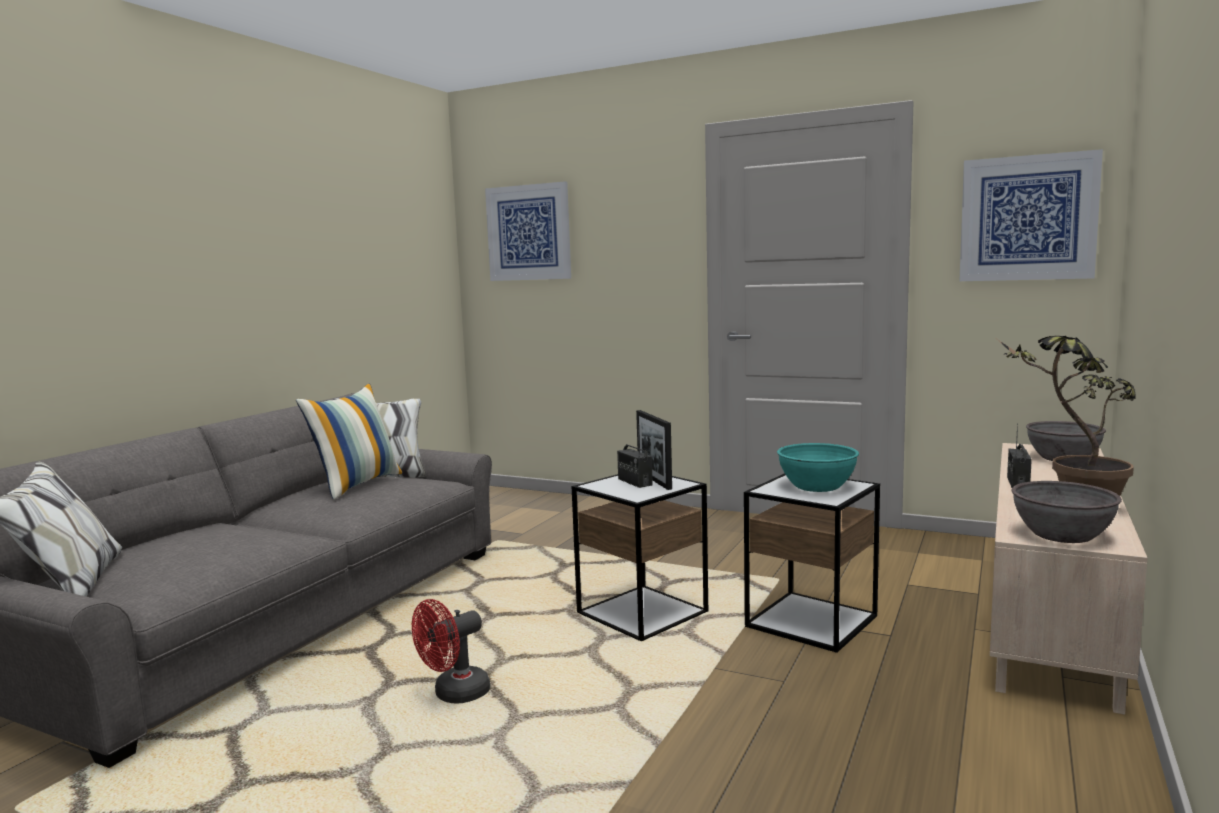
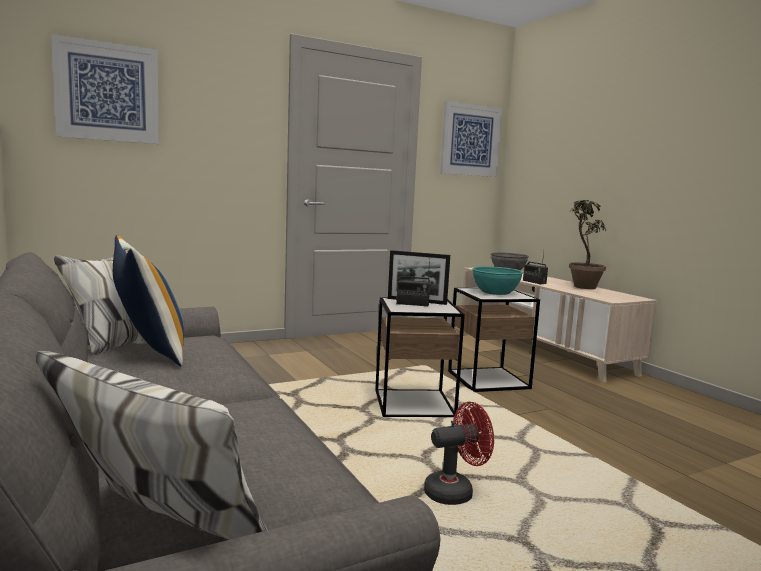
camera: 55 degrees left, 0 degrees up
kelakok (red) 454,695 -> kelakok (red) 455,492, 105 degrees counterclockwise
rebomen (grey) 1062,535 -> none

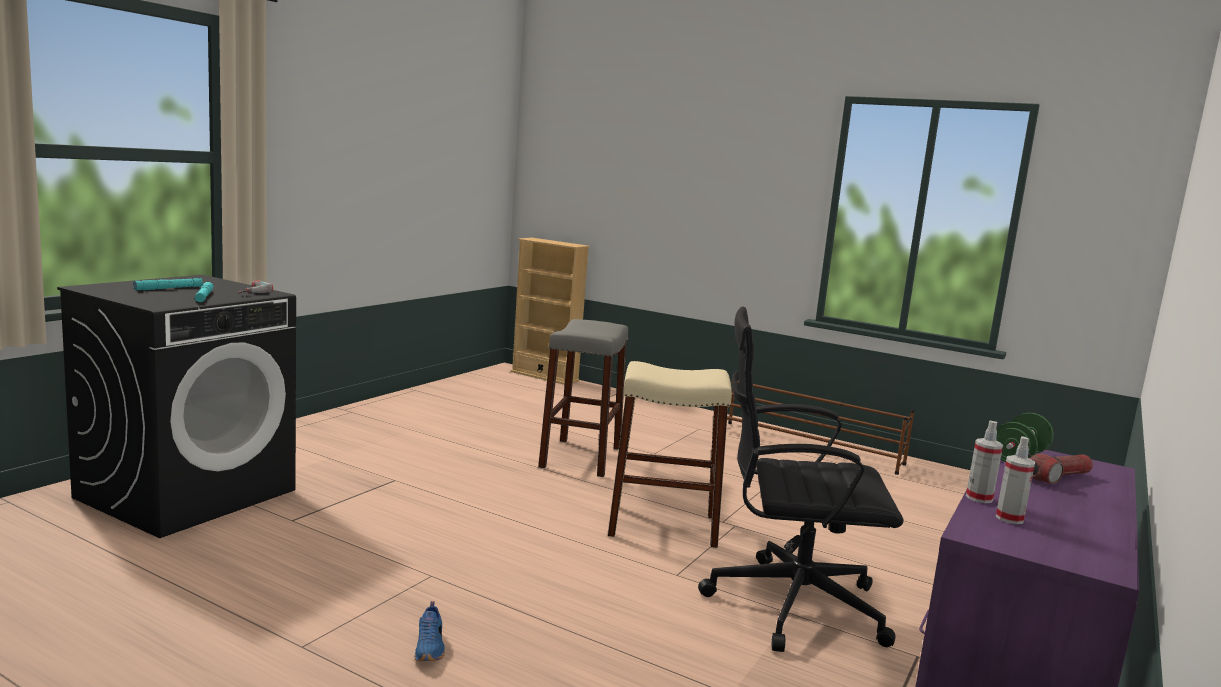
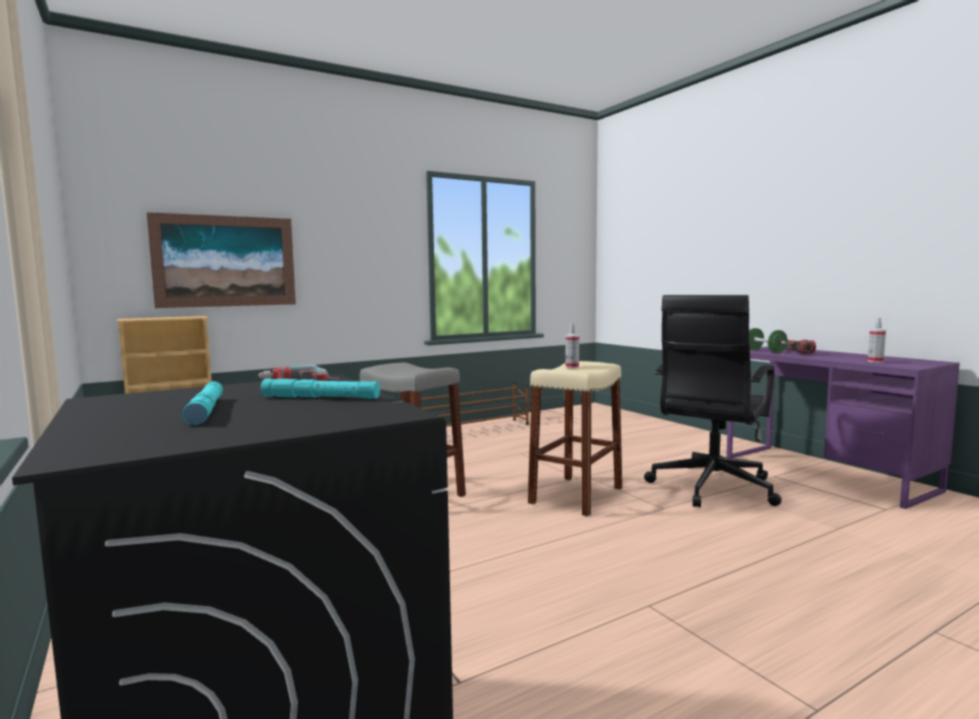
camera: 60 degrees left, 5 degrees down
none -> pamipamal 225,261
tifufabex 979,498 -> tifufabex 572,367, relocated
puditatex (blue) 430,648 -> none

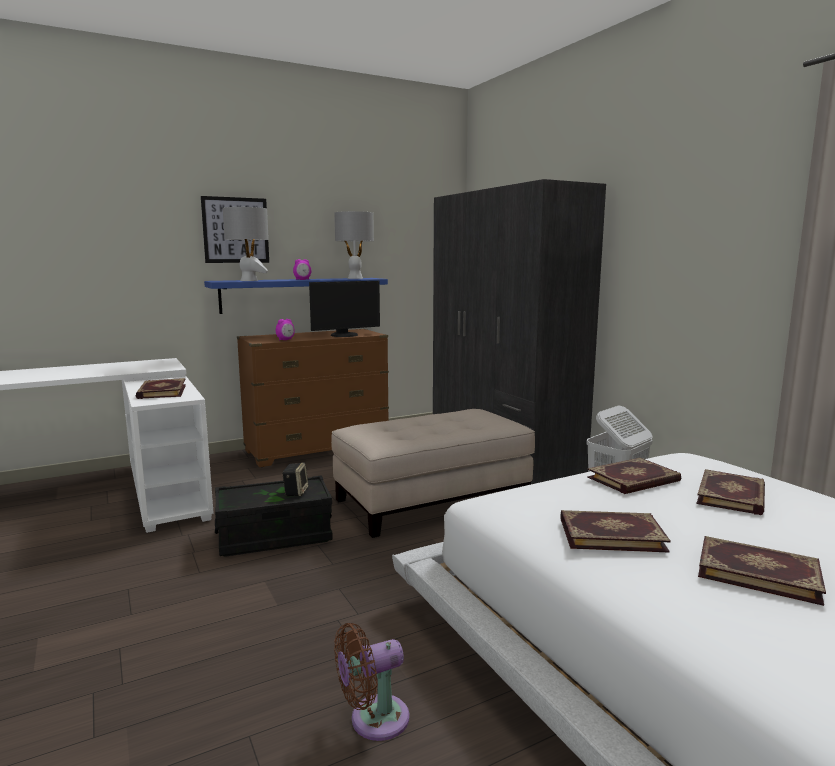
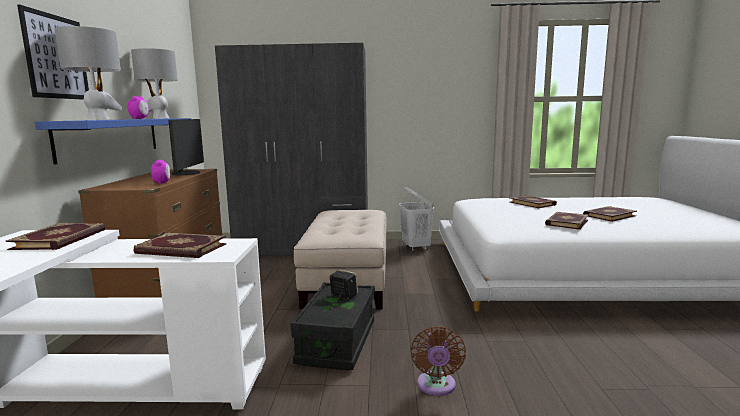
camera: 60 degrees left, 0 degrees up
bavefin 634,480 -> bavefin 61,239, relocated
kelakok (brown) 373,720 -> kelakok (brown) 436,386, relocated

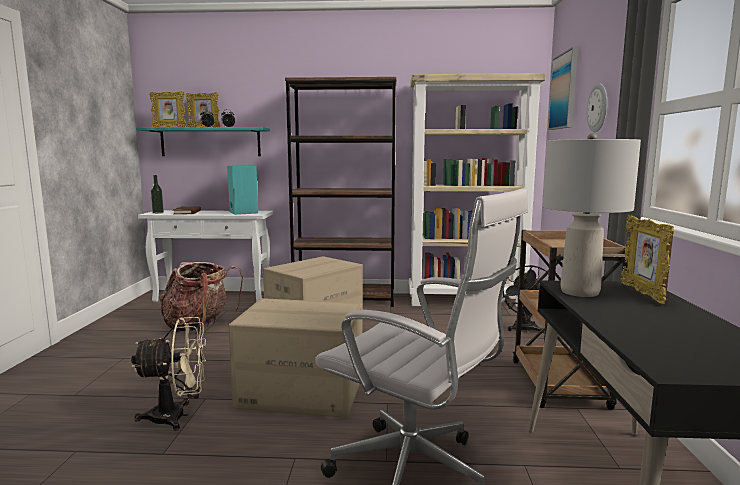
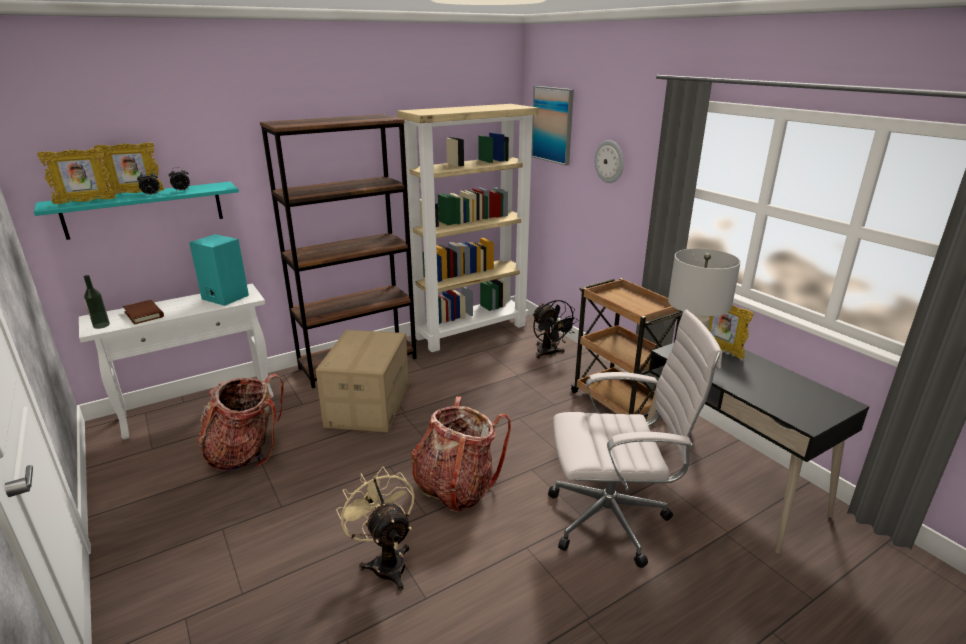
camera: 35 degrees left, 15 degrees up
kelakok (beige) 177,416 -> kelakok (beige) 386,561, 75 degrees counterclockwise
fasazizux 302,391 -> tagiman 456,487

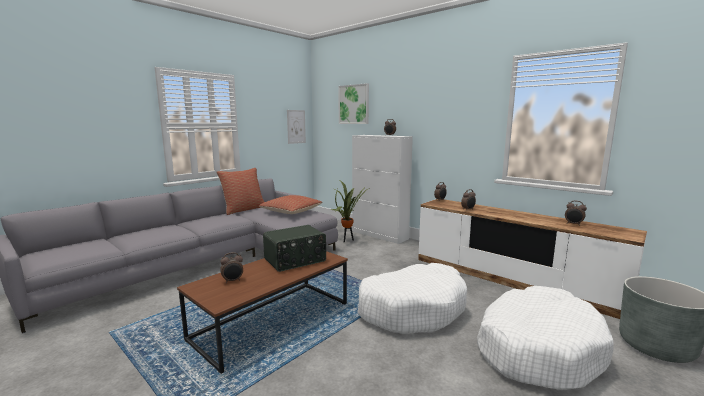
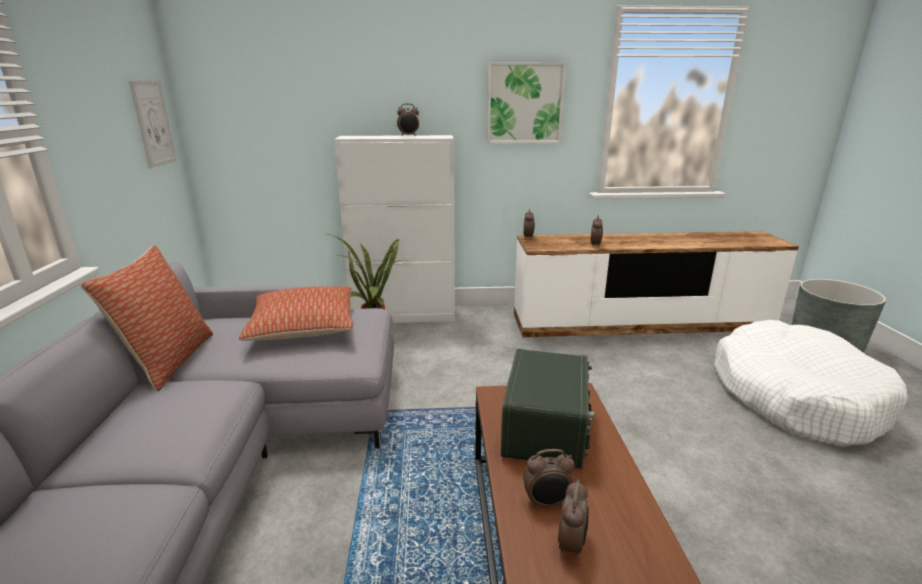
camera: 45 degrees left, 10 degrees up
pamipamal 354,104 -> pamipamal 524,103, relocated
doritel 573,224 -> doritel 547,503, relocated
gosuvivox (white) 412,309 -> none

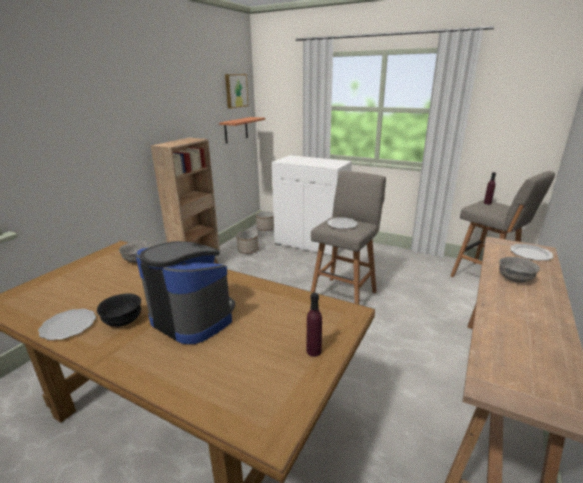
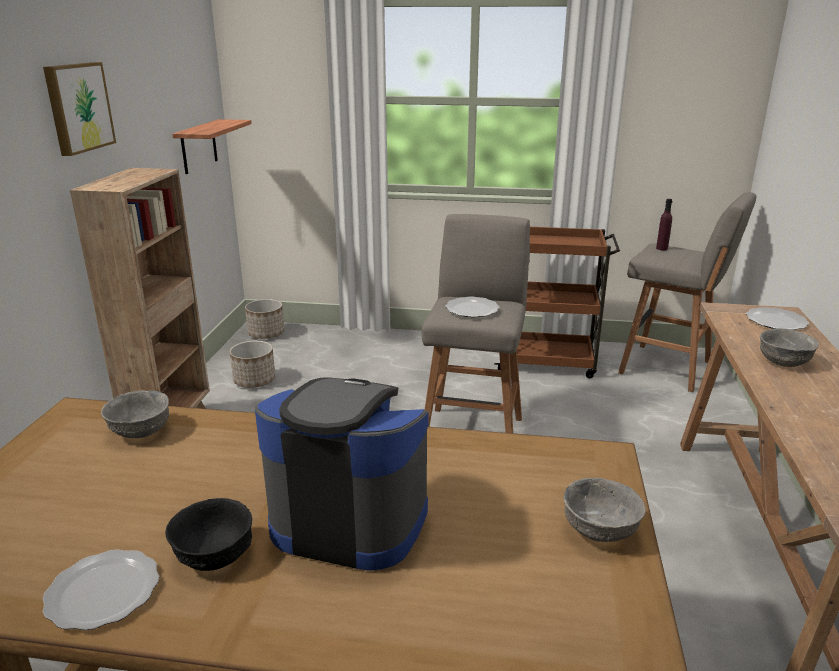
camera: 20 degrees left, 0 degrees up
pamipamal 235,90 -> pamipamal 77,107, relocated
none -> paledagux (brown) 548,362
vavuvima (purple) 313,351 -> rebomen (grey) 598,531
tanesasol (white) 311,243 -> none

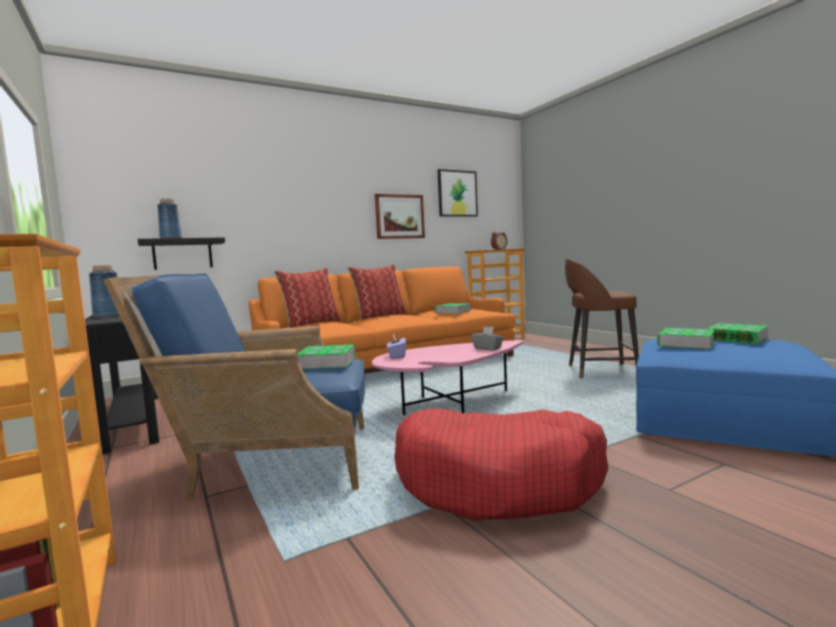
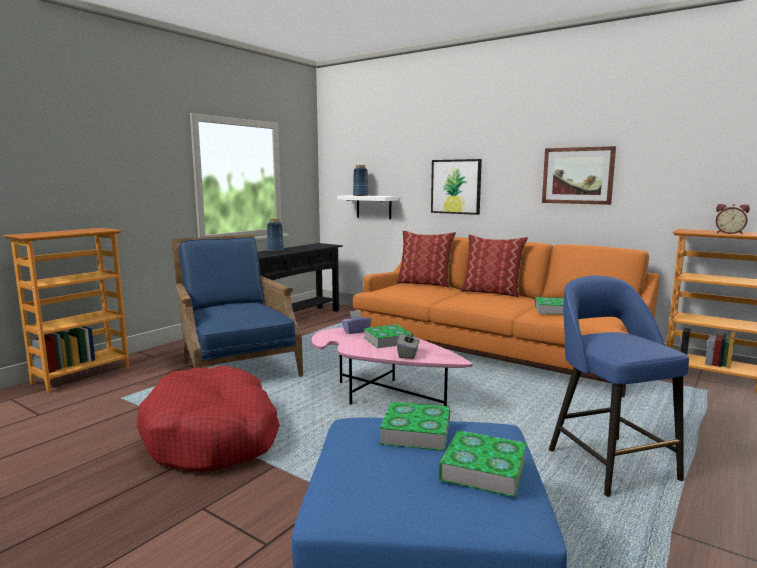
camera: 65 degrees right, 5 degrees up
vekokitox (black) 182,254 -> vekokitox (white) 374,207
bavefin 327,362 -> bavefin 388,340, relocated
pamipamal 457,193 -> pamipamal 456,186, relocated
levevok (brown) 599,371 -> levevok (blue) 609,463

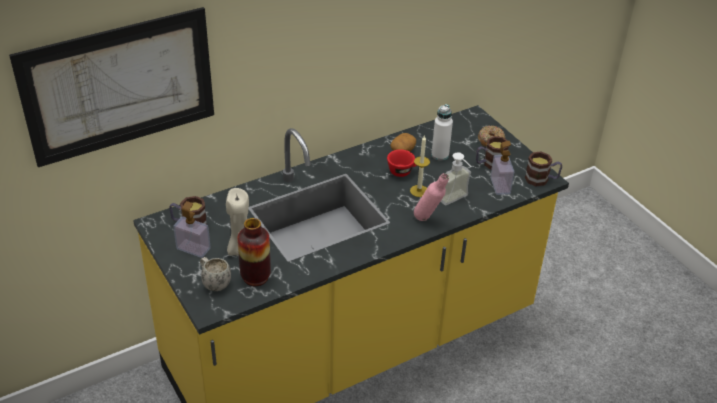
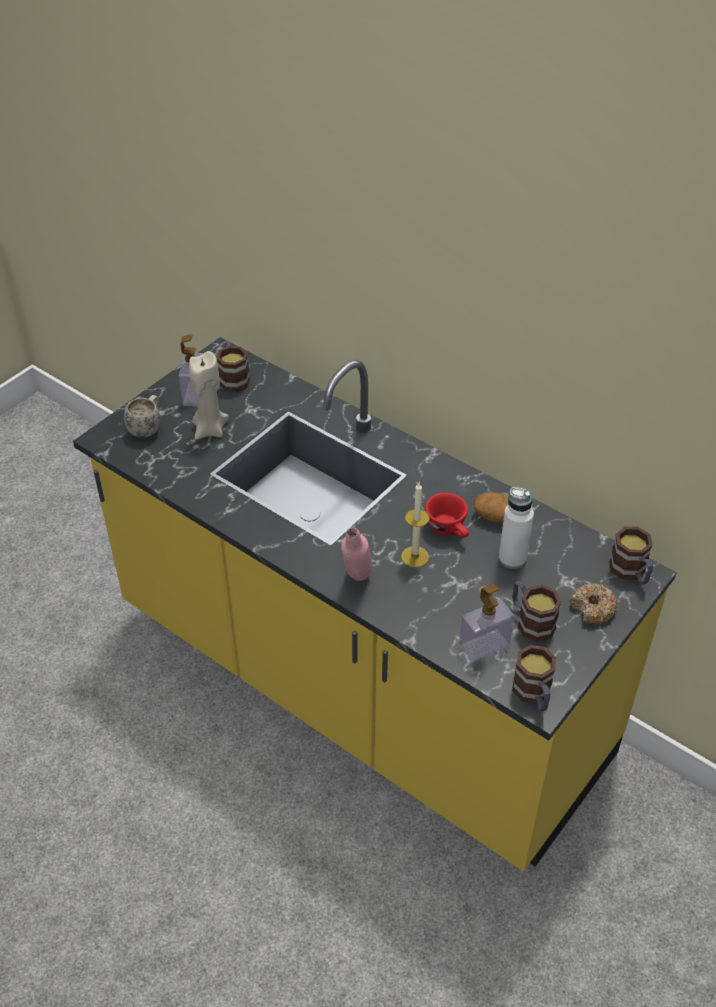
camera: 70 degrees right, 5 degrees up
none -> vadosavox 631,572
pamipamal 119,86 -> none
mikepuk 255,277 -> none
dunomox 457,201 -> none

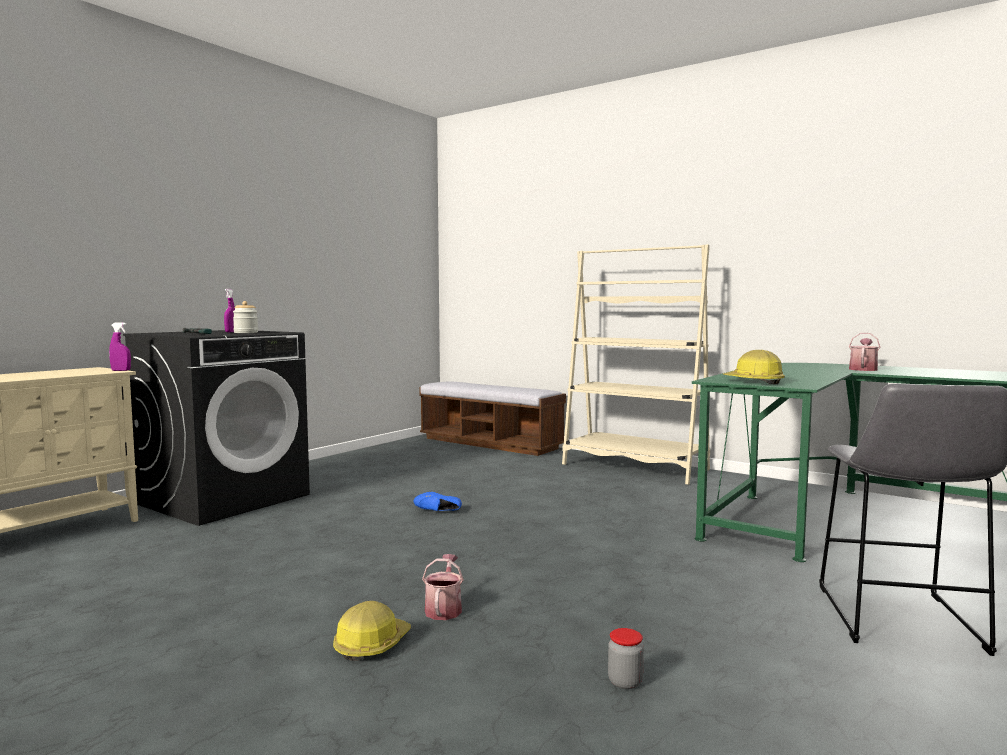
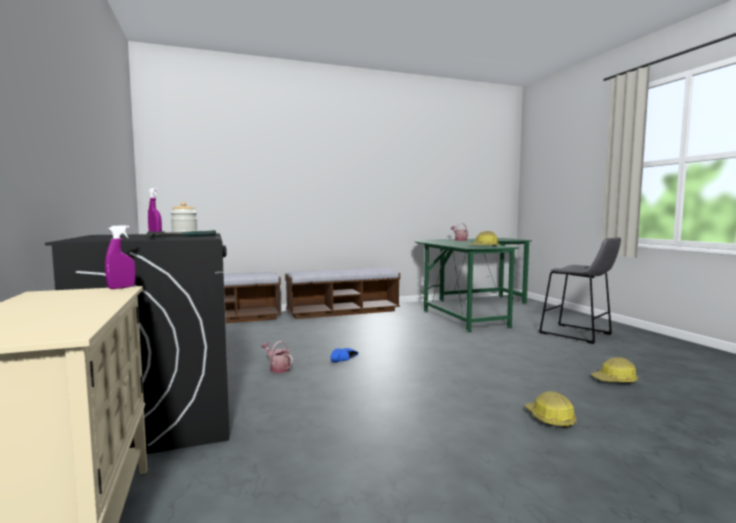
camera: 55 degrees left, 0 degrees up
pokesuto 444,608 -> pokesuto 278,368, relocated
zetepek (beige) 634,467 -> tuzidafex 343,312
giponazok 625,682 -> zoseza 615,380

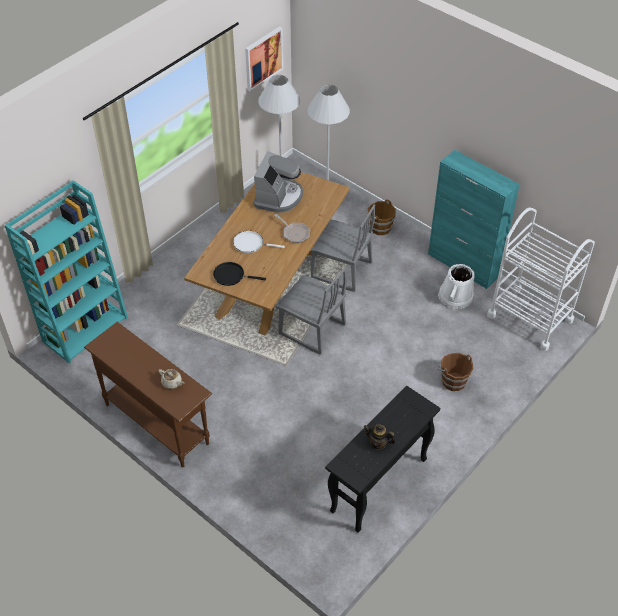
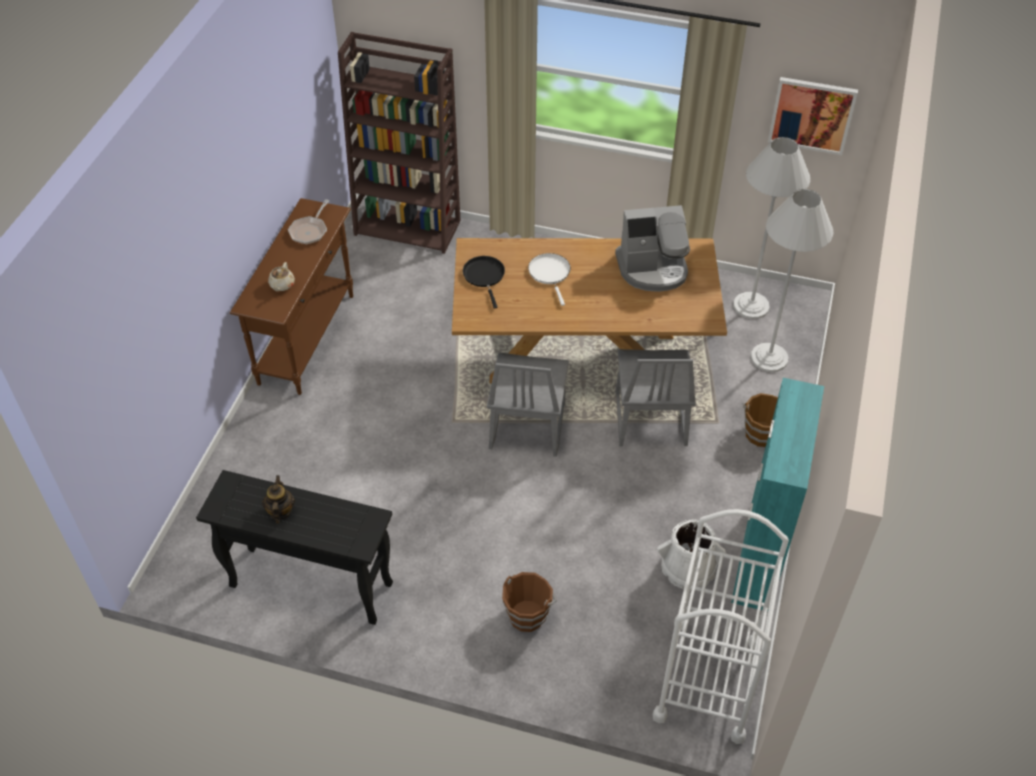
camera: 65 degrees right, 0 degrees up
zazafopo 294,233 -> zazafopo 310,231, relocated
zetepek (turquoise) 85,329 -> zetepek (brown) 408,227

